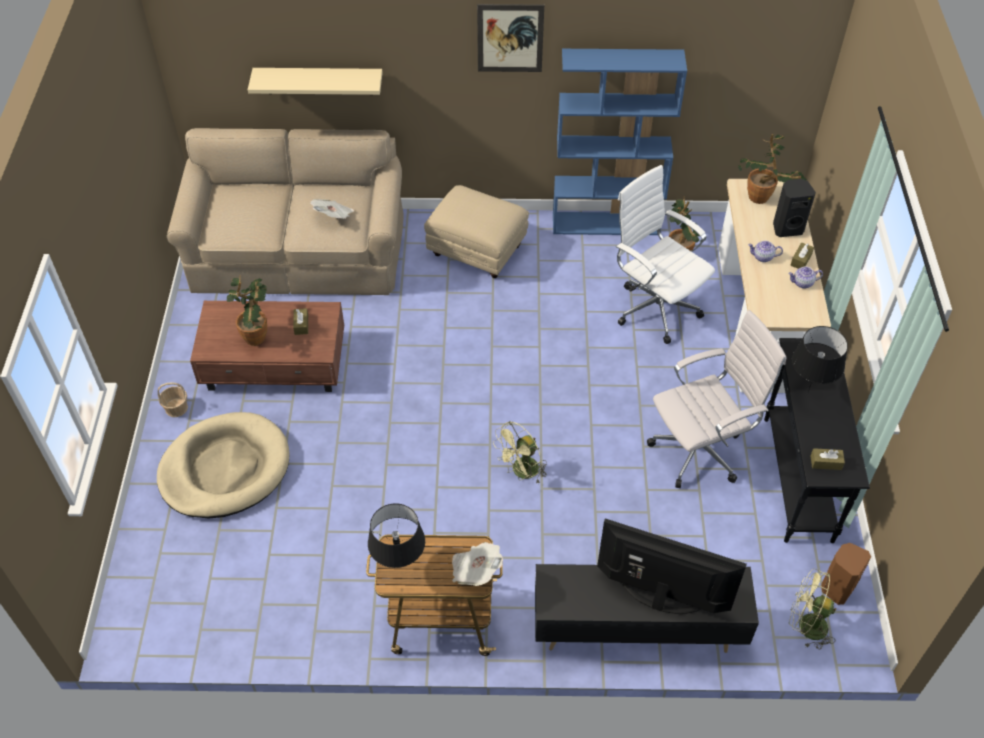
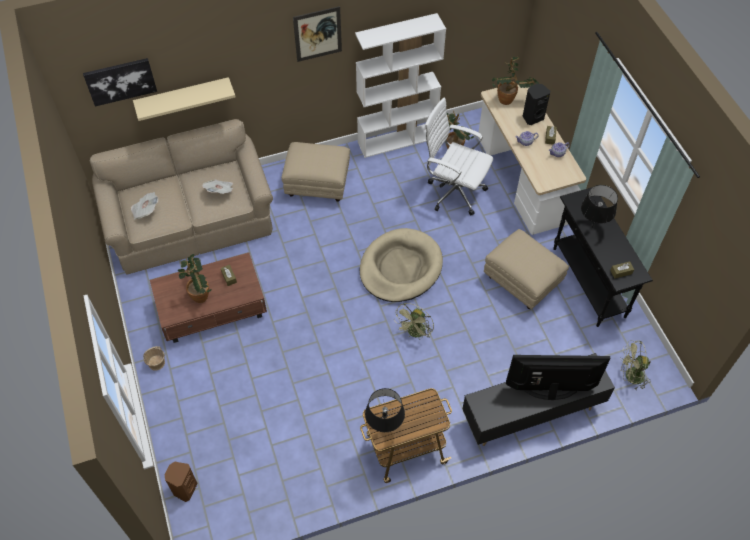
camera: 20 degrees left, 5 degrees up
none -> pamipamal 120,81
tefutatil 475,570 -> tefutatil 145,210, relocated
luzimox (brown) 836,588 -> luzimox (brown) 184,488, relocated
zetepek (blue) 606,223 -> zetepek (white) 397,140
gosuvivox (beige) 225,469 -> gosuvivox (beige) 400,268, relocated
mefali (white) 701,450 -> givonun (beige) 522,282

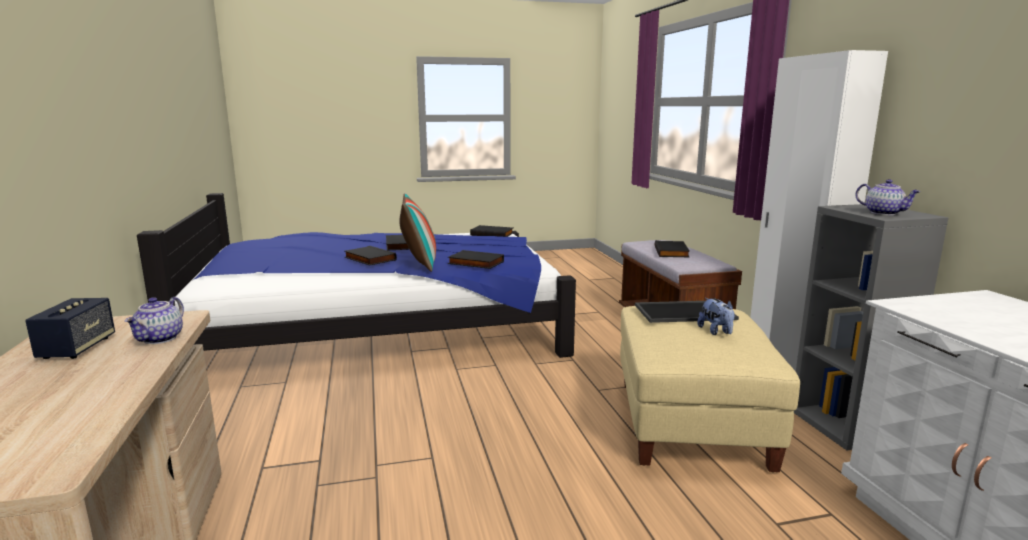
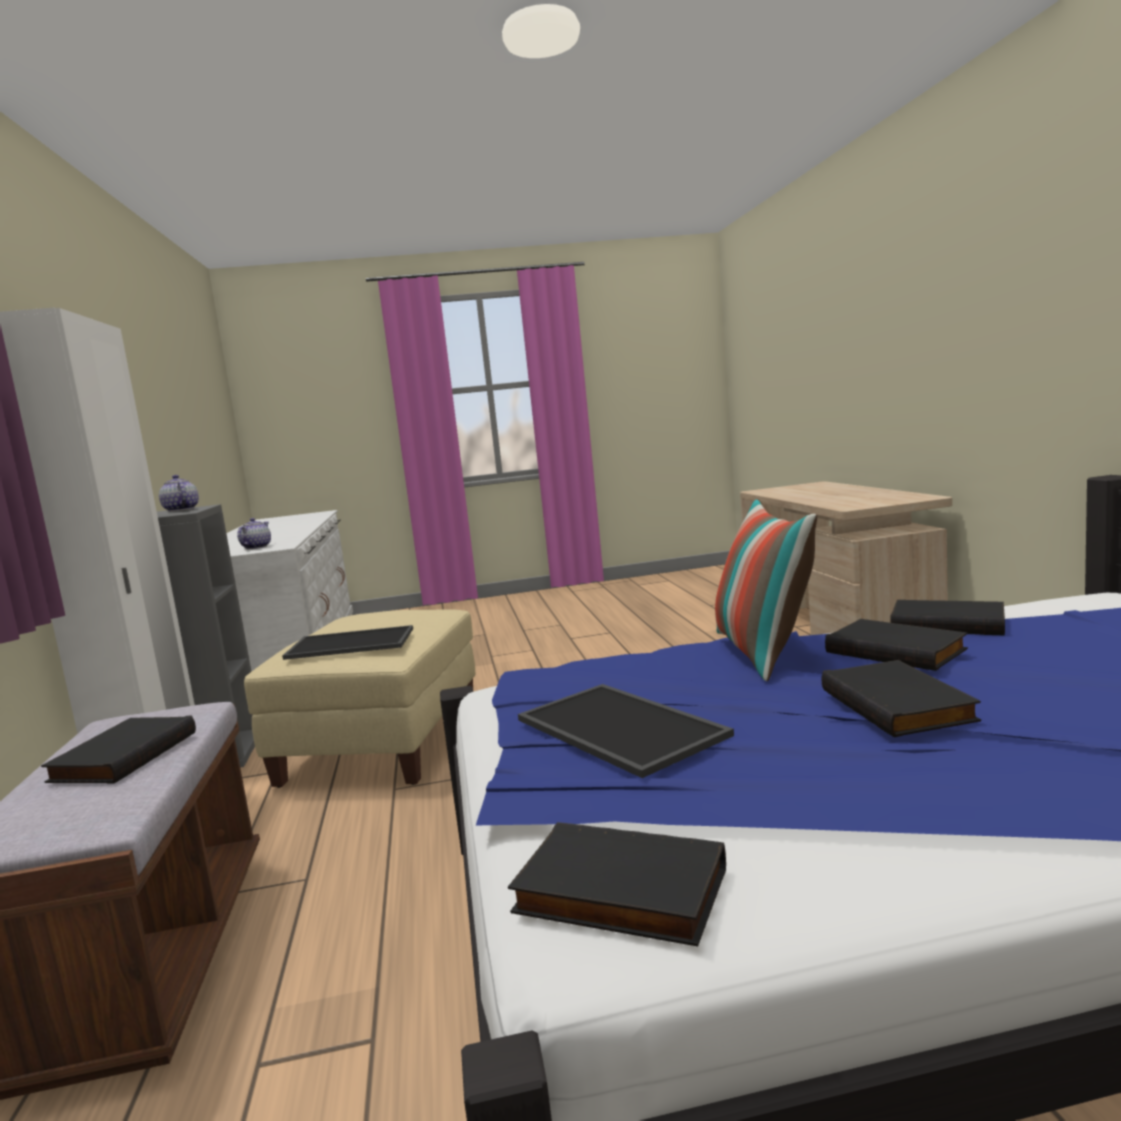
camera: 175 degrees left, 5 degrees down
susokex 160,339 -> susokex 256,547, relocated
none -> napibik 623,727
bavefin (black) 475,263 -> bavefin (black) 948,623, relocated
luzimox 77,348 -> none
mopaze 716,332 -> none

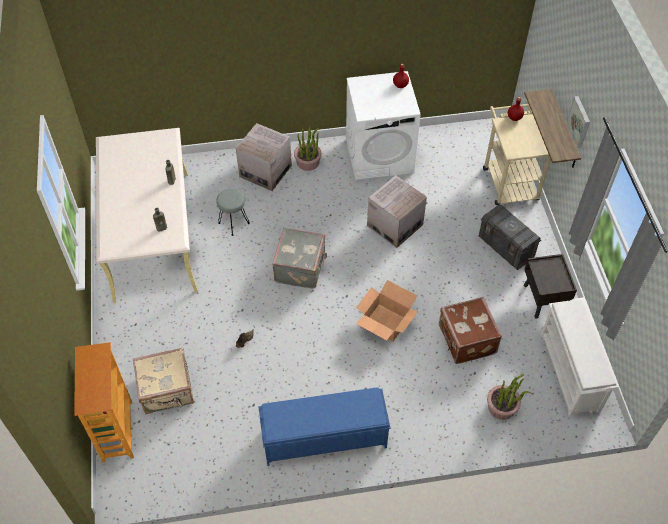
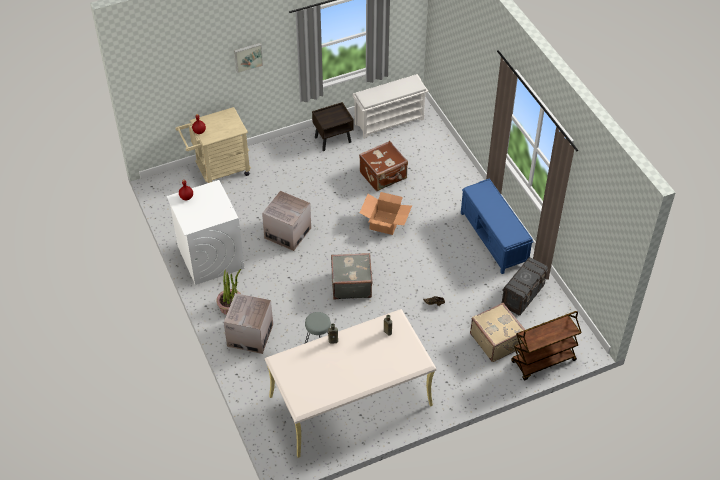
camera: 105 degrees left, 5 degrees down
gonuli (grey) 506,247 -> gonuli (grey) 523,295, relocated
zetepek 117,431 -> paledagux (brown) 543,361
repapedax 502,407 -> none
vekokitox 563,130 -> none

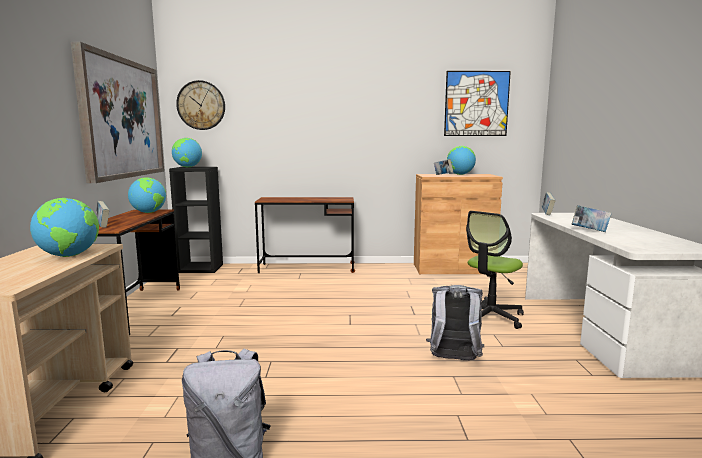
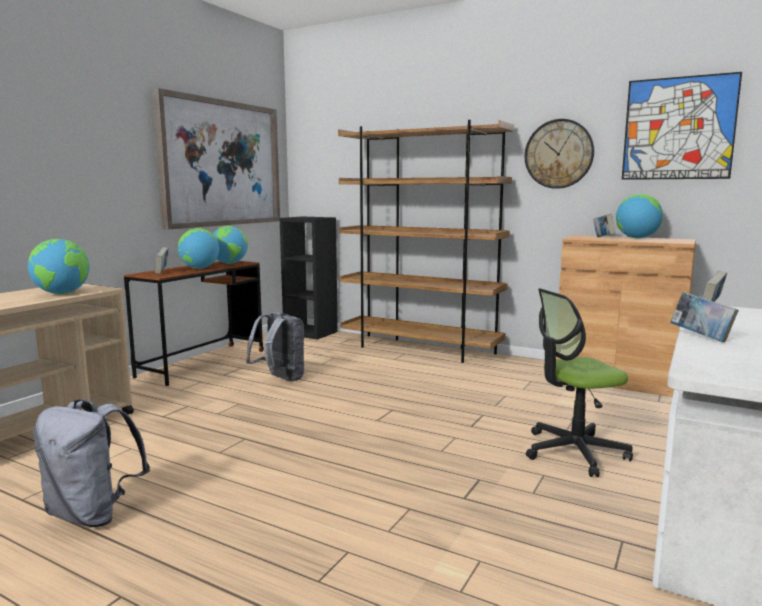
camera: 30 degrees right, 0 degrees up
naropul 187,167 -> naropul 199,268, relocated
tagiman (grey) 453,360 -> tagiman (grey) 280,379, relocated
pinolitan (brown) 307,268 -> zetepek (brown) 420,349
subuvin 201,105 -> subuvin 558,154, relocated

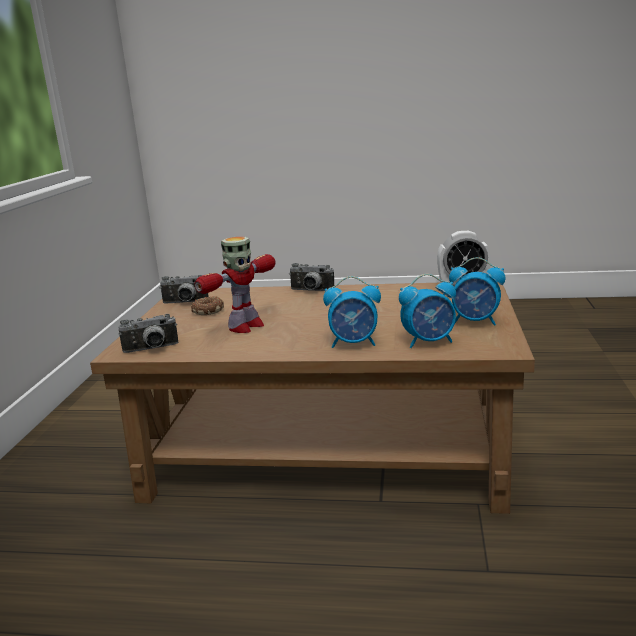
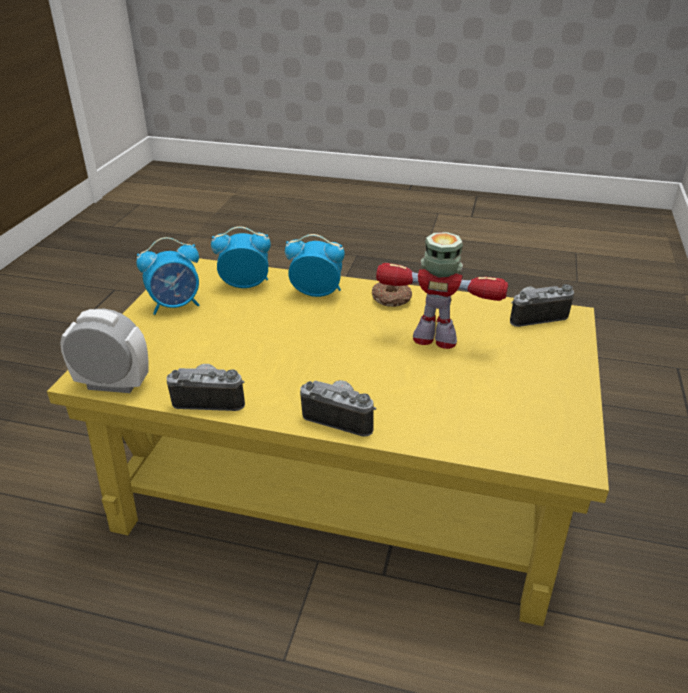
camera: 175 degrees left, 15 degrees up
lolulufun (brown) 329,449 -> lolulufun (yellow) 341,484
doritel 475,322 -> doritel 176,305, 135 degrees clockwise
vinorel 185,303 -> vinorel 210,399, relocated
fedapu 207,311 -> fedapu 392,299, relocated
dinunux 245,326 -> dinunux 436,339, 60 degrees clockwise

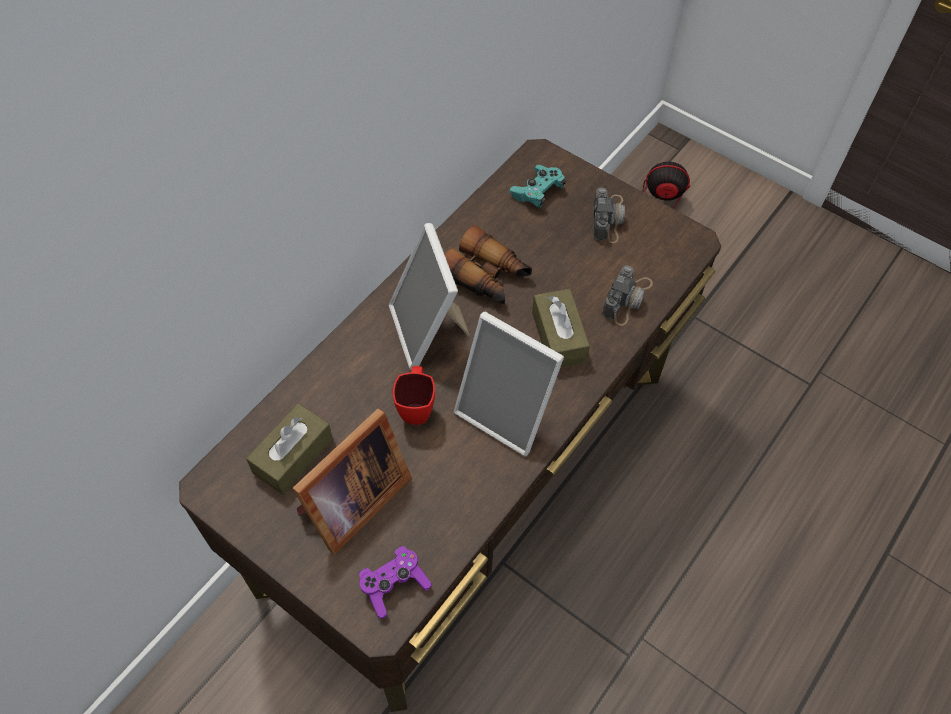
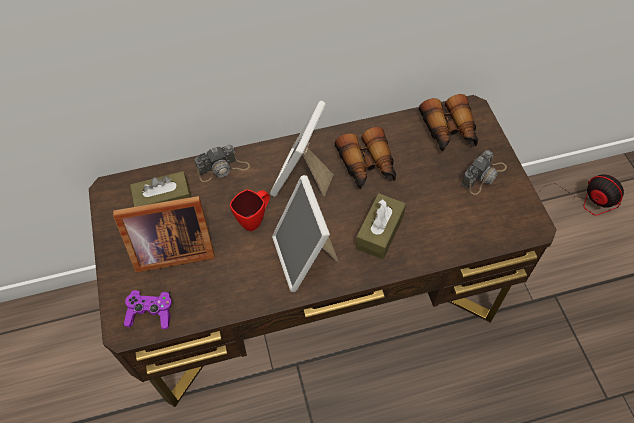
camera: 40 degrees right, 0 degrees up
vinorel 627,298 -> vinorel 223,168, relocated
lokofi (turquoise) 537,192 -> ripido 449,132

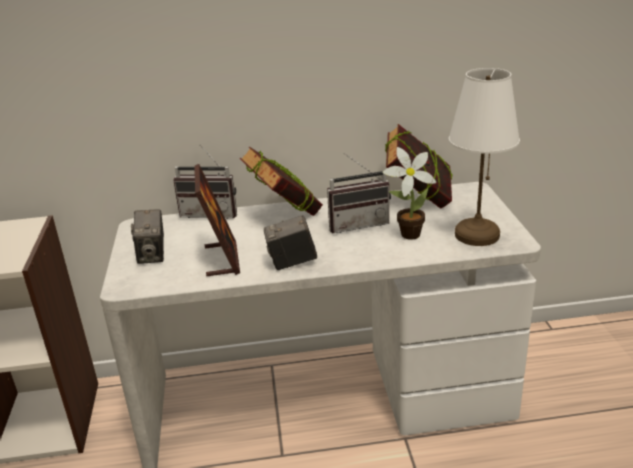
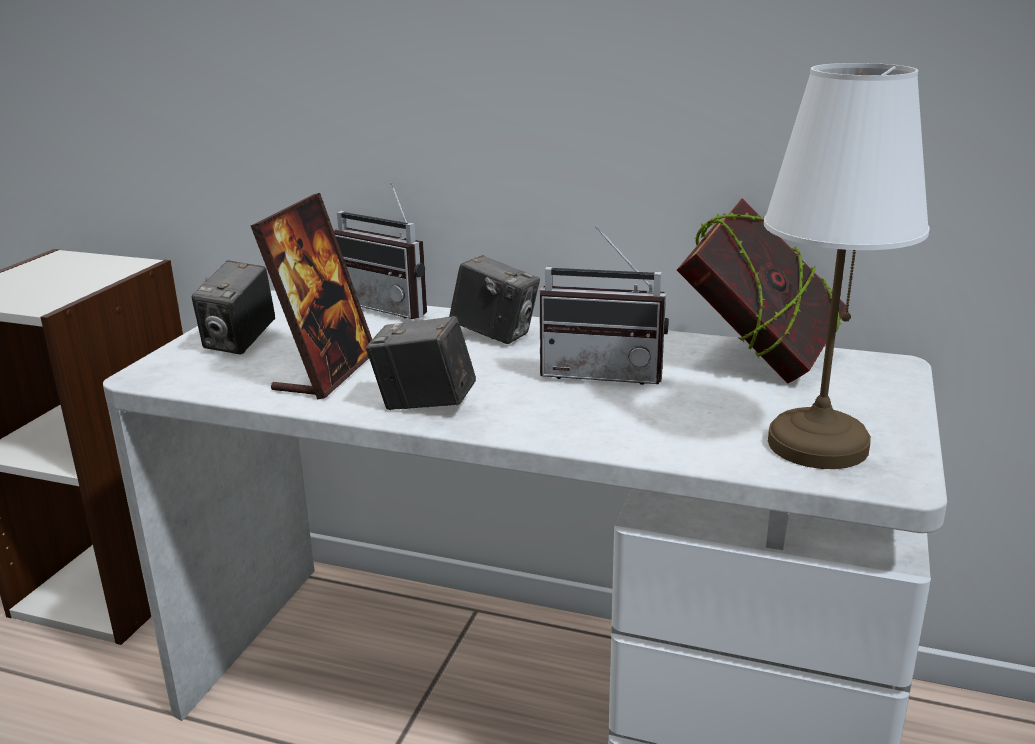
camera: 25 degrees right, 5 degrees down
bavefin 285,216 -> vinorel 495,334
repapedax 407,235 -> none

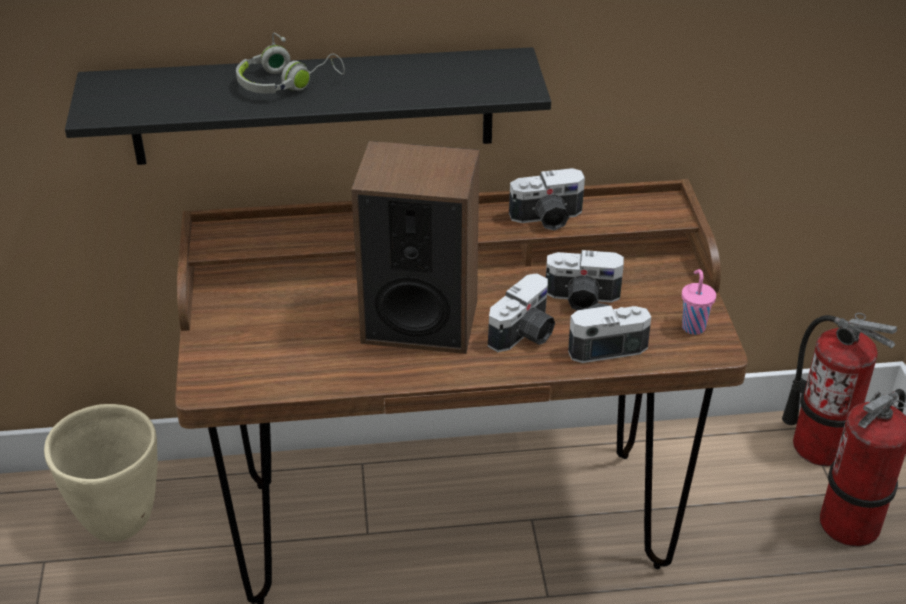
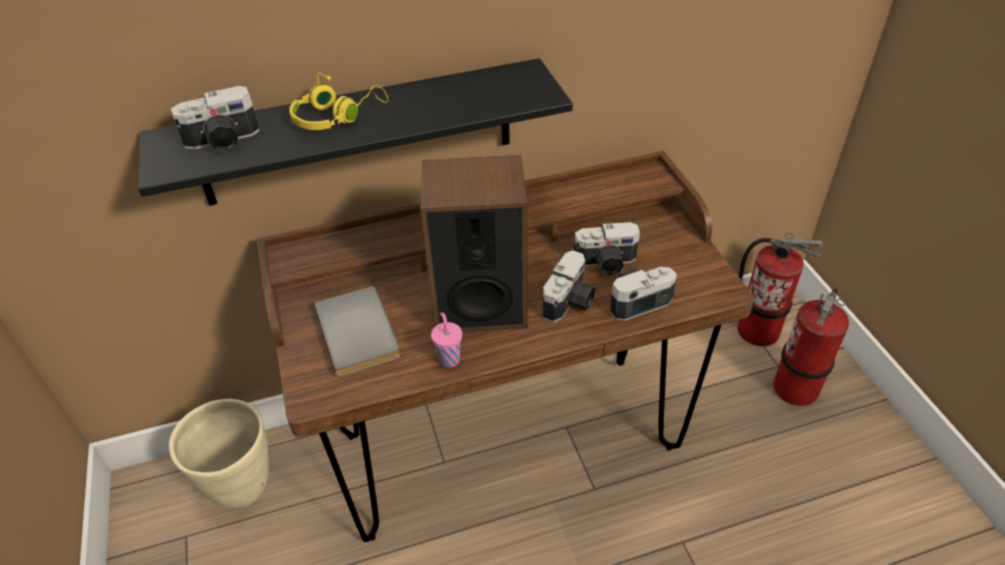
camera: 10 degrees left, 5 degrees up
vinorel 548,219 -> vinorel 223,141, relocated
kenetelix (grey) 286,82 -> kenetelix (yellow) 336,116
none -> bavefin (grey) 360,332
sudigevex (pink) 693,326 -> sudigevex (pink) 449,358, relocated

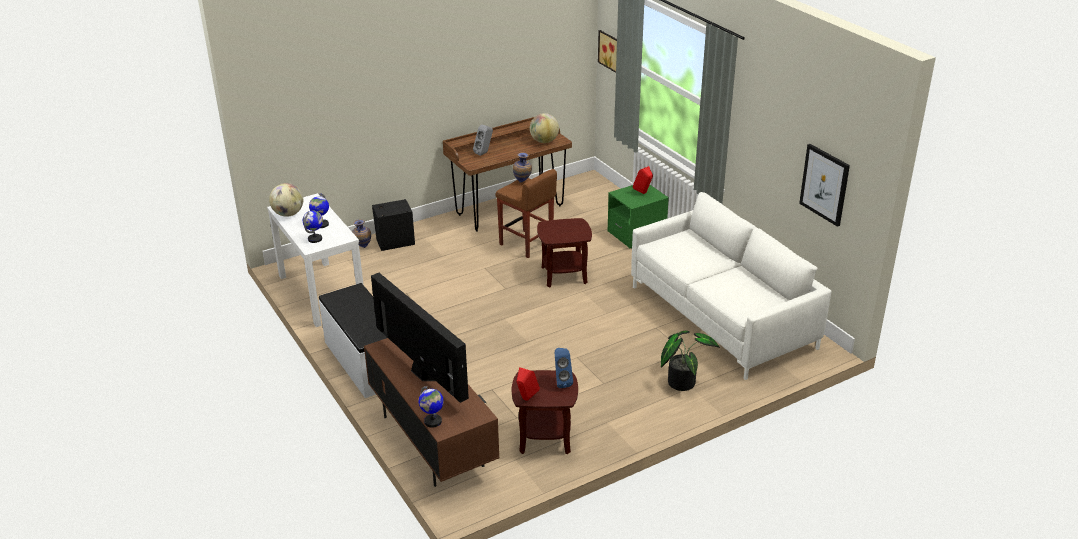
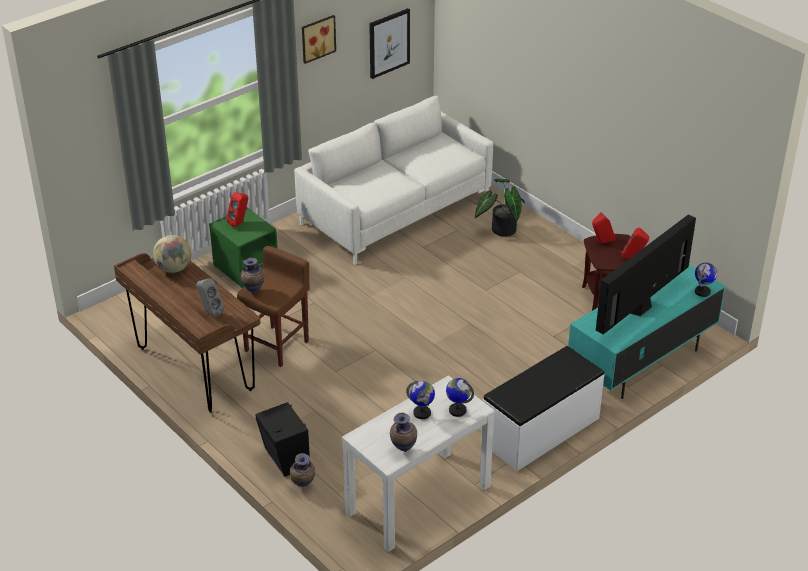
camera: 100 degrees left, 5 degrees up
pamipamal 610,51 -> pamipamal 317,38, relocated
naropul 288,214 -> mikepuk 403,449
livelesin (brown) 431,441 -> livelesin (turquoise) 641,362
luzimox (blue) 561,382 -> luzimox (red) 601,243
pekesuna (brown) 564,275 -> none

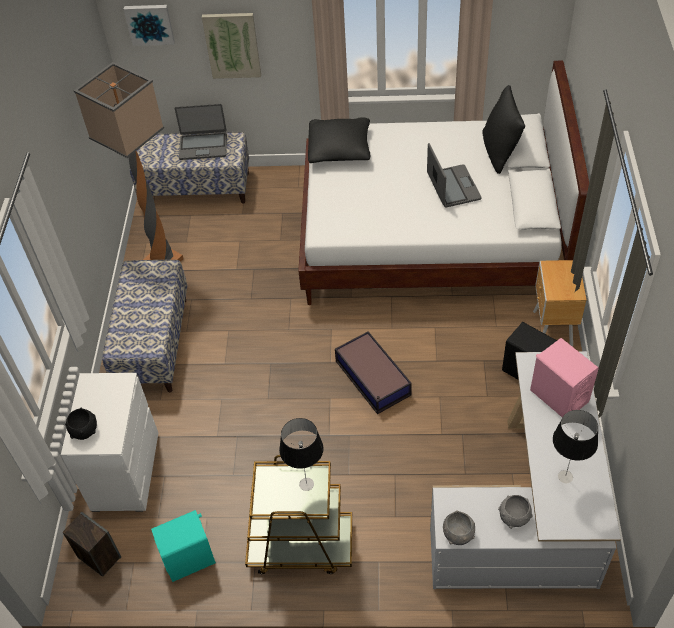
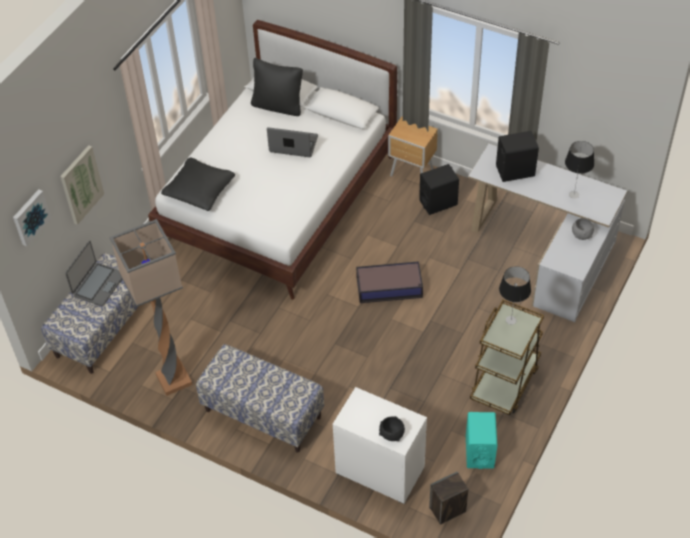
camera: 65 degrees left, 0 degrees up
luzimox (pink) 559,396 -> luzimox (black) 515,171
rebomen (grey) 458,534 -> none

